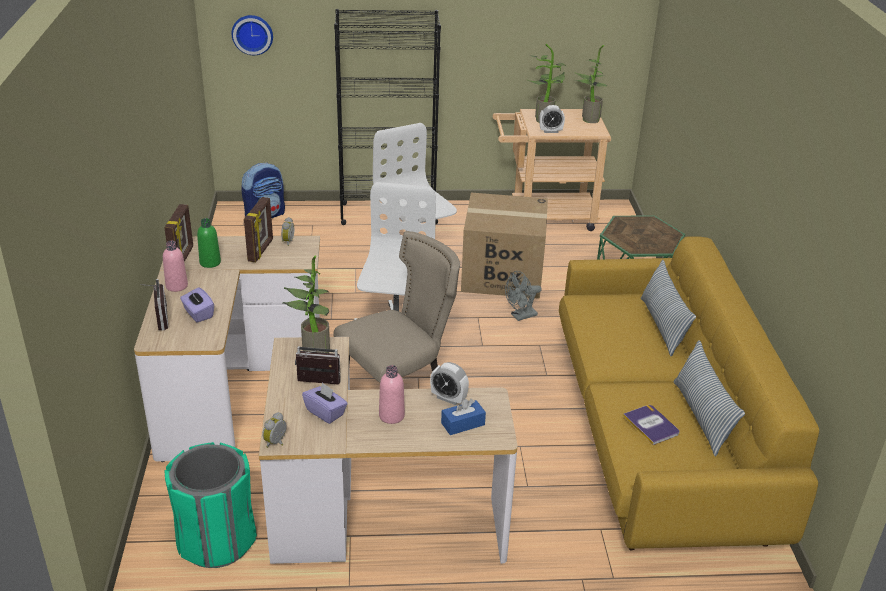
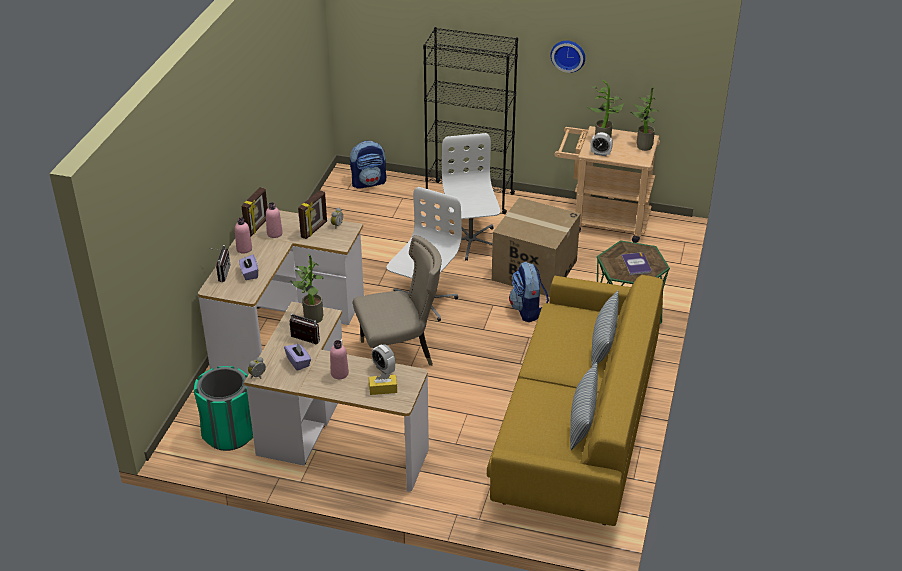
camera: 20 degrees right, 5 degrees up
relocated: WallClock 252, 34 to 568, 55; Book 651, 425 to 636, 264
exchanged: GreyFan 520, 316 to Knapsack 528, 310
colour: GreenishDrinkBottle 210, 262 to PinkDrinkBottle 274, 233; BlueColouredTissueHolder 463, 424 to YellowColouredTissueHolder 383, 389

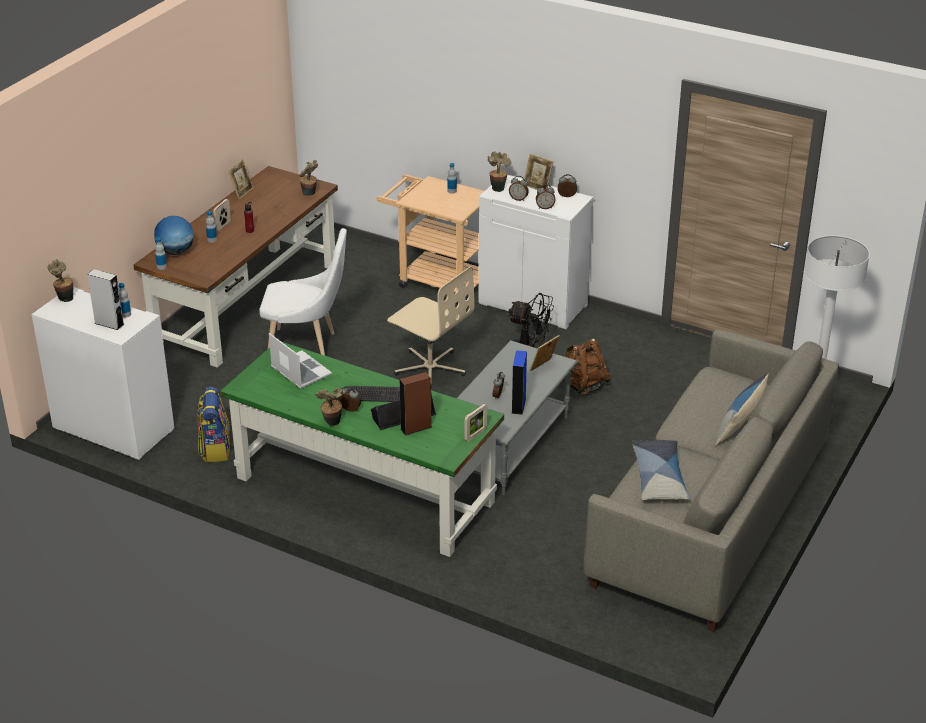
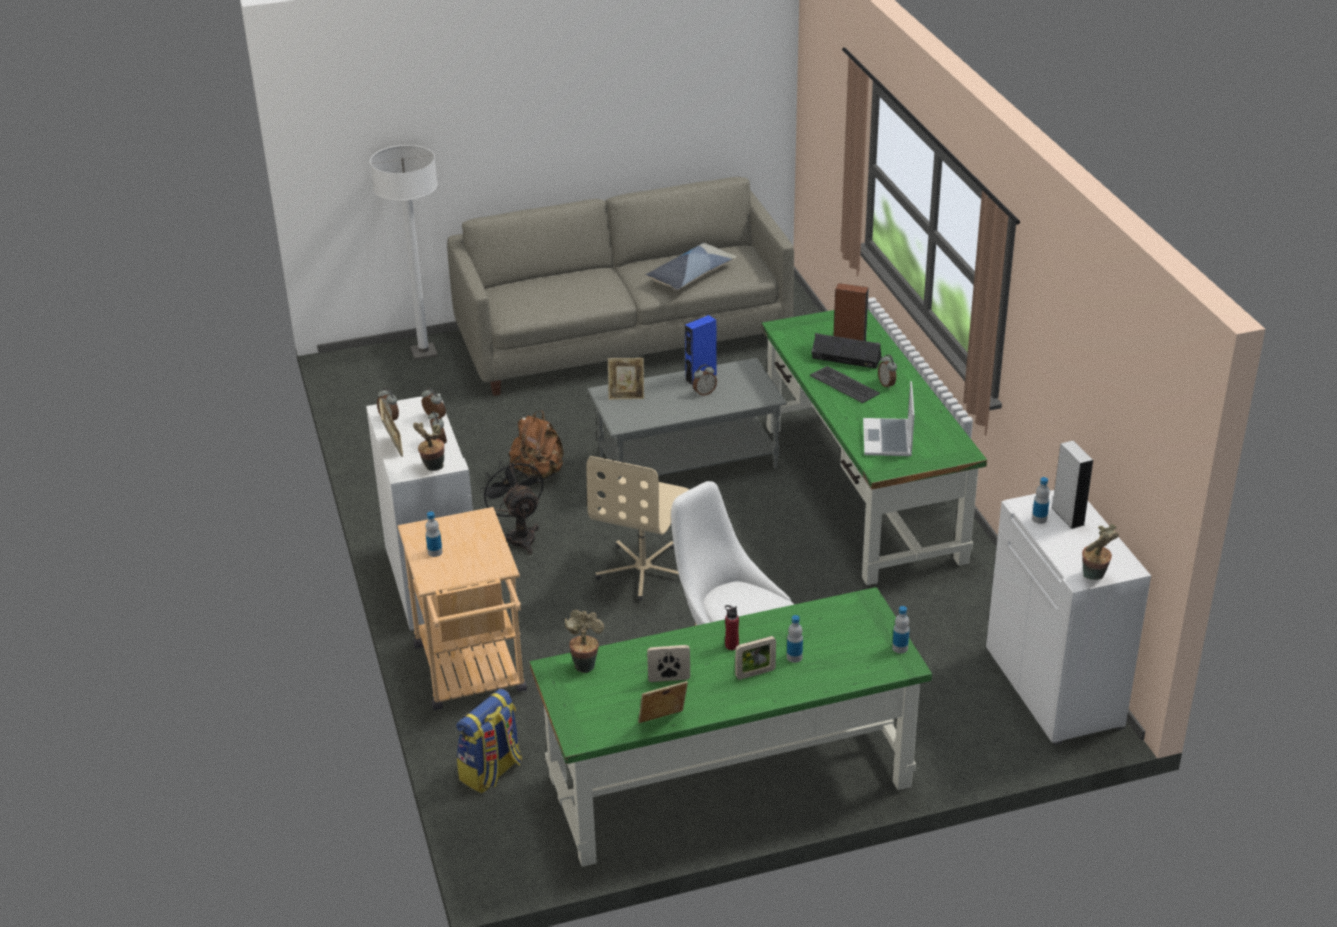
camera: 135 degrees left, 0 degrees up
missing: DeskGlobe 175, 252; Houseplant 331, 423; Pillow 740, 425
relocated: Knapsack 215, 448 to 491, 772; PhotoFrame 475, 435 to 669, 679
colour: BrownDeskTable 247, 303 to GreenishDeskTable 728, 782
spun: BeigeColouredComputerChair 430, 368 = 644, 570 150 degrees counterclockwise

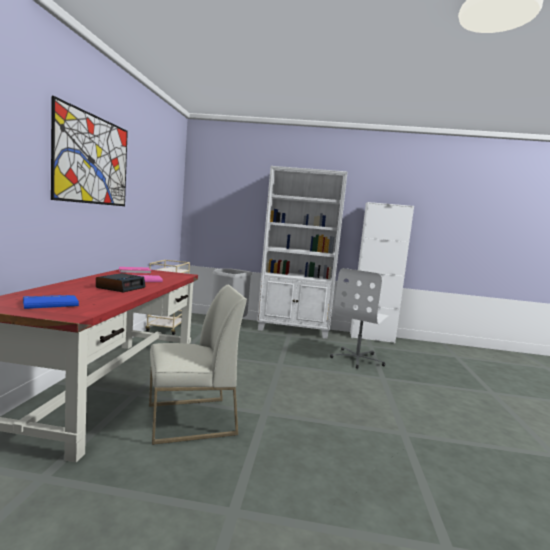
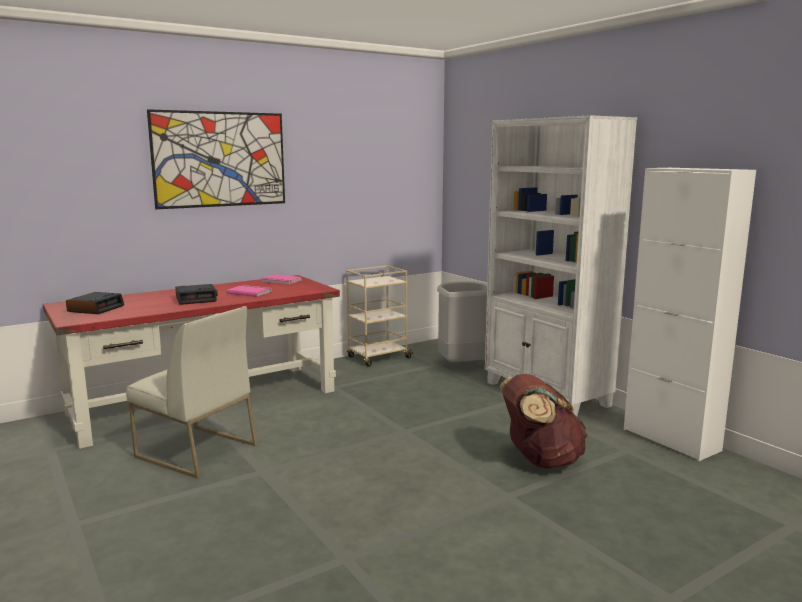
camera: 50 degrees right, 5 degrees up
exchanged: BlueColouredBook 50, 303 to BedsideClock 96, 308; WhiteColouredComputerChair 357, 359 to BrownKnapsack 540, 460

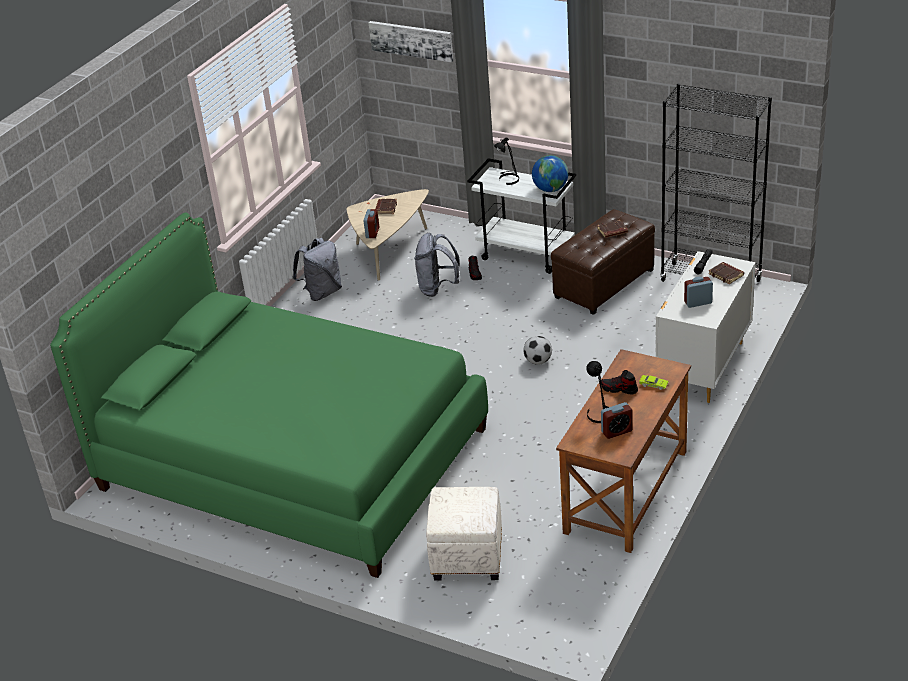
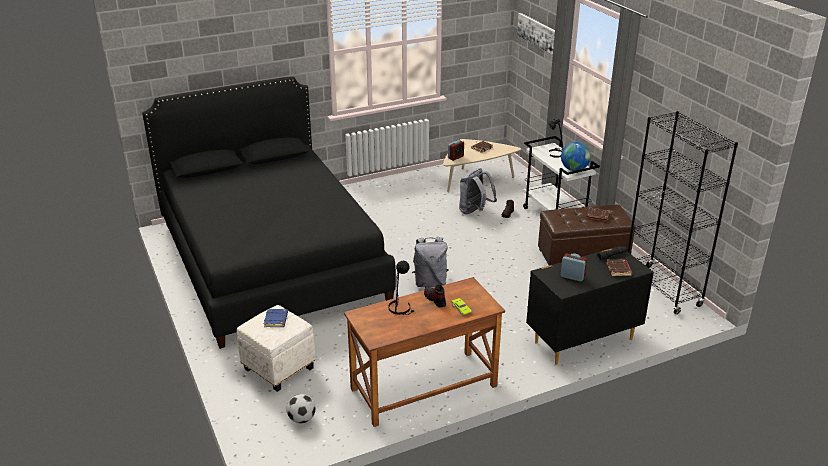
camera: 35 degrees right, 5 degrees down
missing: BedsideClock 616, 431
appeared: BlueColouredBook 276, 320
relocated: GreyKnapsack 322, 292 to 430, 282; BallForFootball 538, 361 to 302, 419
colour: GreenishSleepingBed 292, 458 to BlackSleepingBed 271, 260; WhiteColouredChestOfDrawers 703, 368 to BlackChestOfDrawers 582, 340

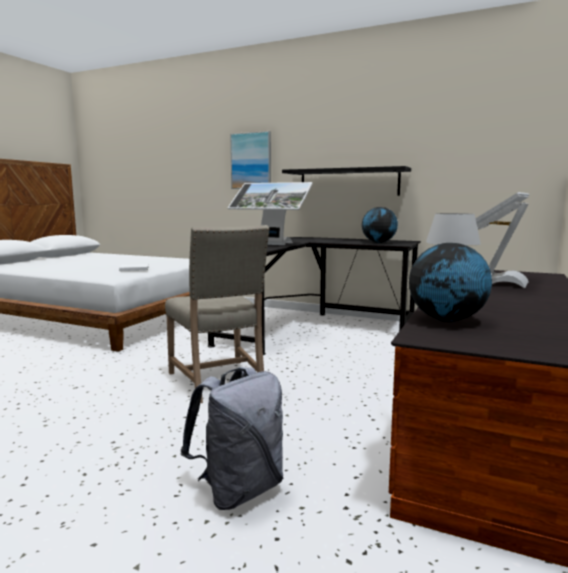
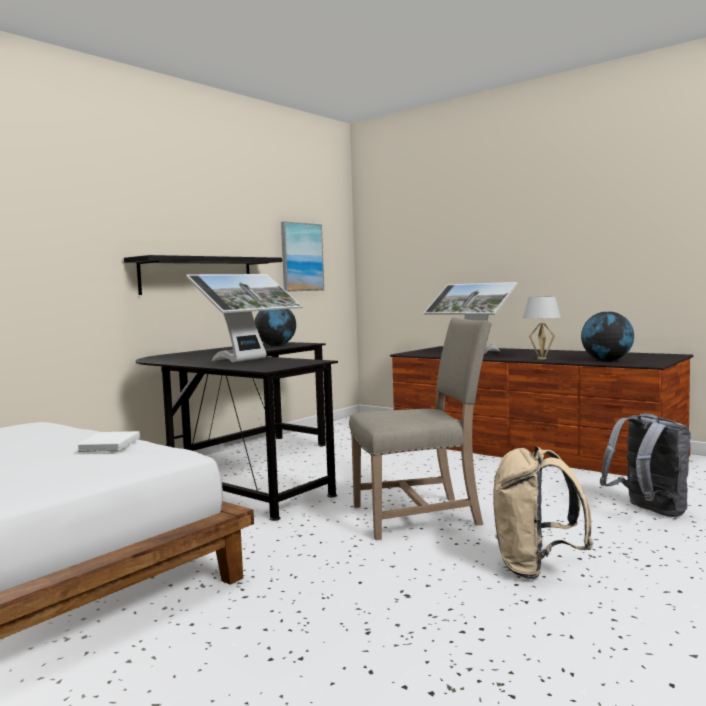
camera: 75 degrees left, 5 degrees down
appeared: BeigeColouredKnapsack 536, 568
relocated: WallPicture 251, 161 to 301, 257

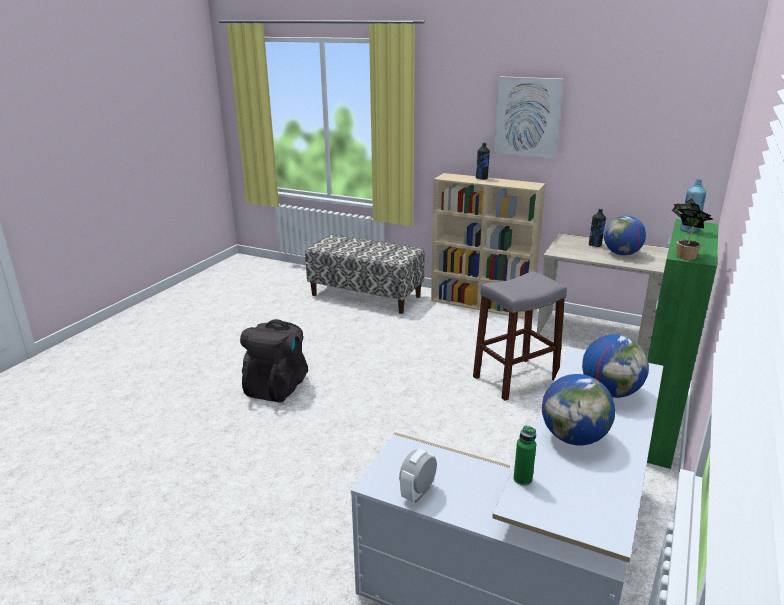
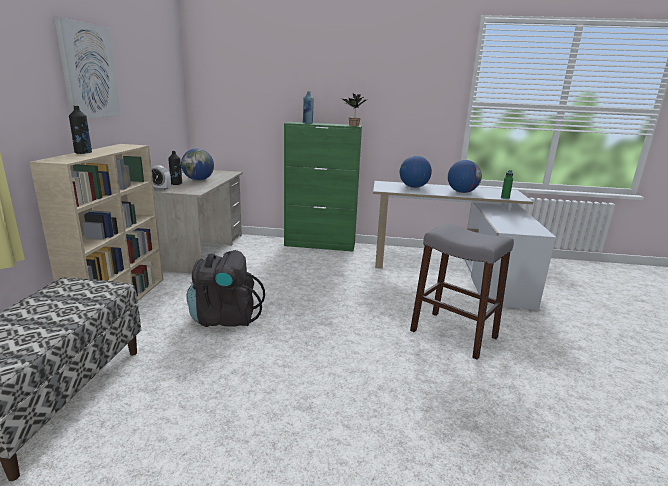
camera: 110 degrees left, 5 degrees down
relocated: BlackKnapsack 277, 386 to 225, 318; BedsideClock 418, 492 to 160, 188; GreyStool 515, 378 to 453, 334

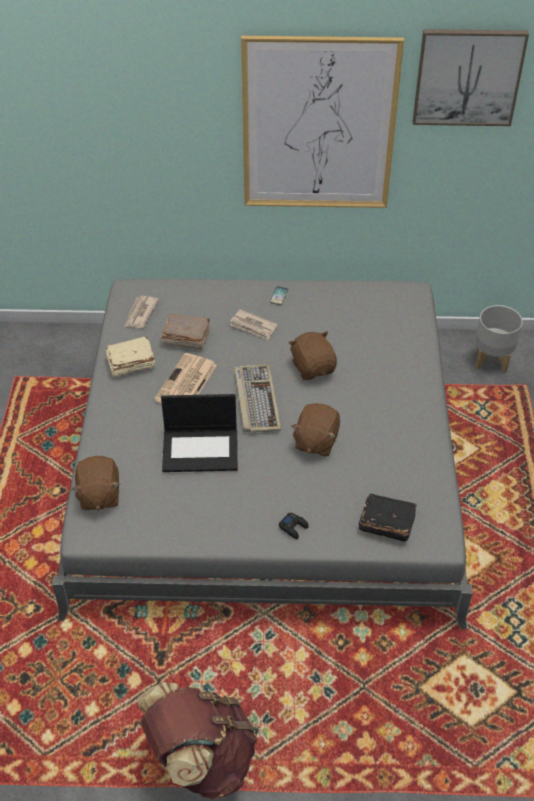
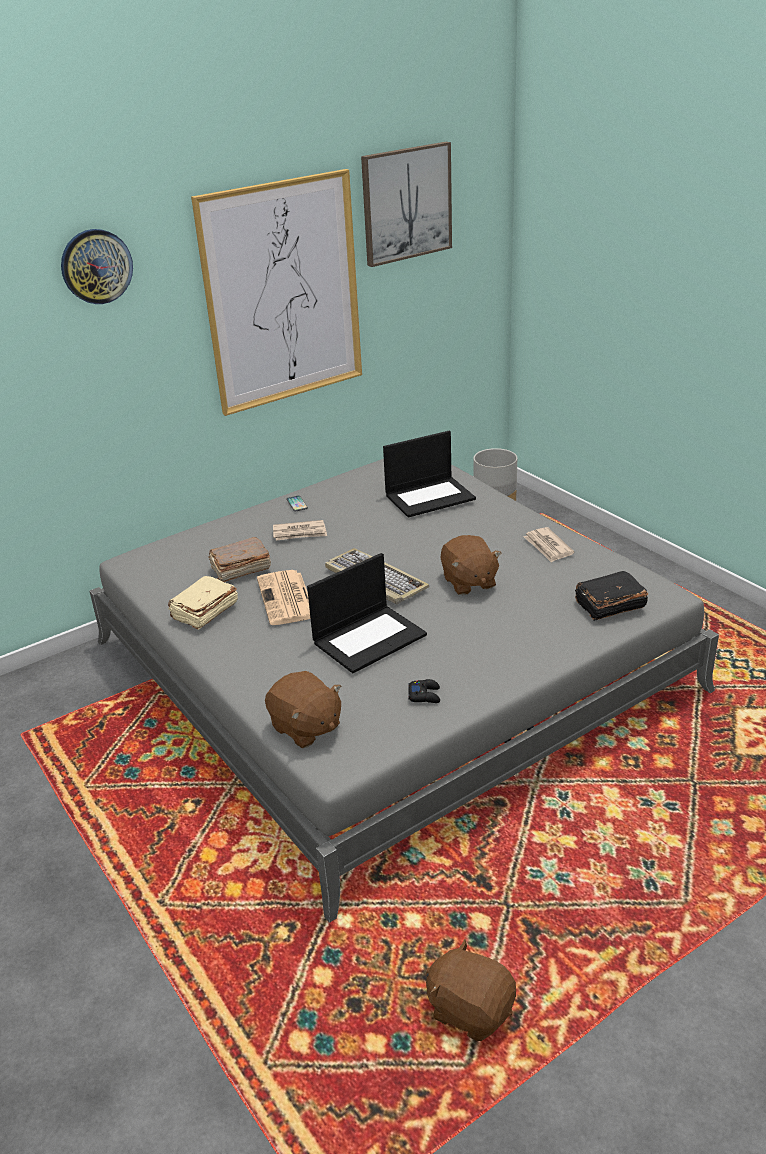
camera: 35 degrees left, 15 degrees down
missing: BrownKnapsack 201, 759
appeared: WallClock 96, 266; NotebookComputer 430, 496
relocated: PrintedPaper 140, 314 to 548, 547; BlackGameController 293, 527 to 424, 695; BrownCuddlyToy 313, 367 to 470, 1009

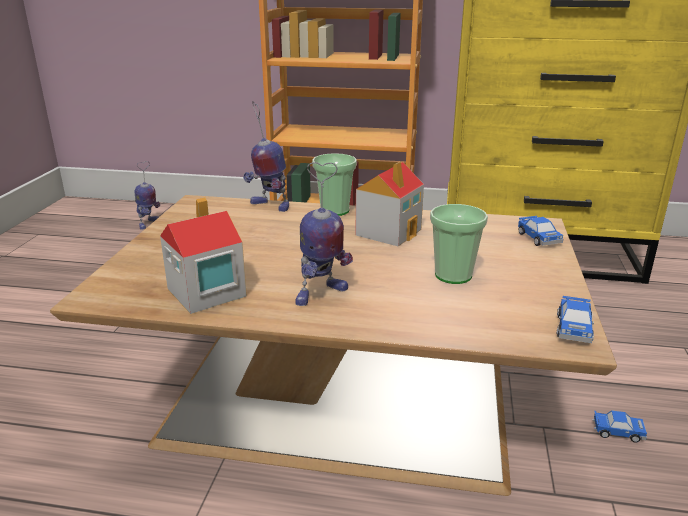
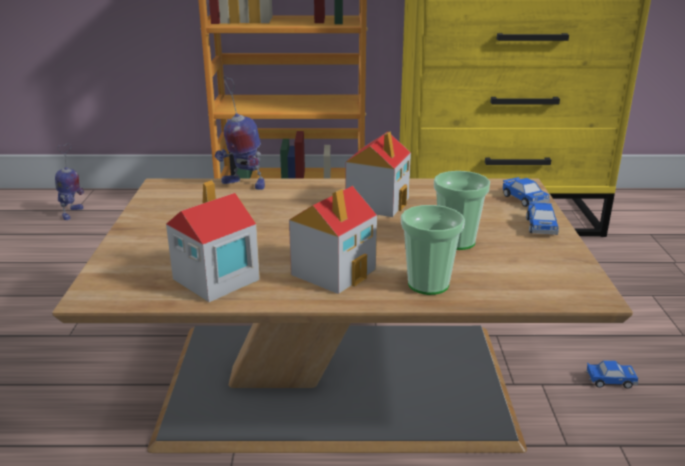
camera: 10 degrees left, 0 degrees up
relocated: Cup 334, 210 to 428, 284; ModelCar 573, 328 to 541, 226
exchanged: RobotFigure 320, 294 to ModelHouse 334, 271

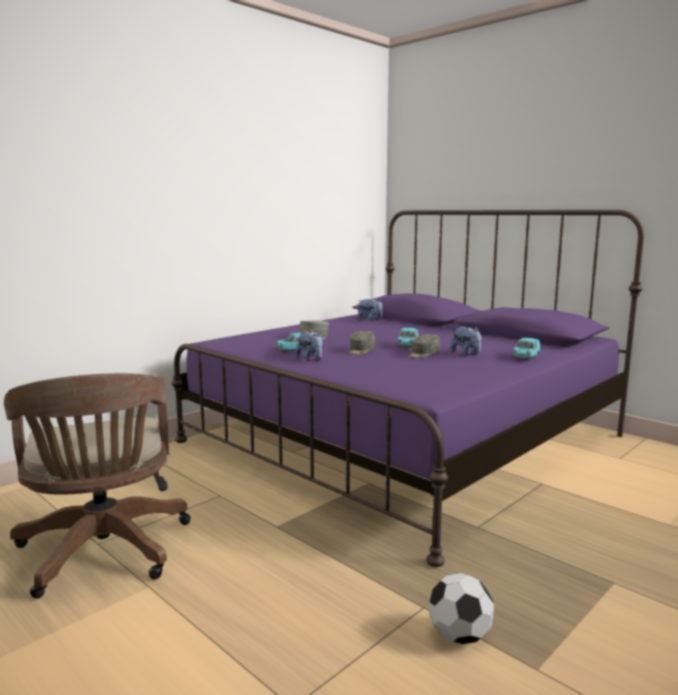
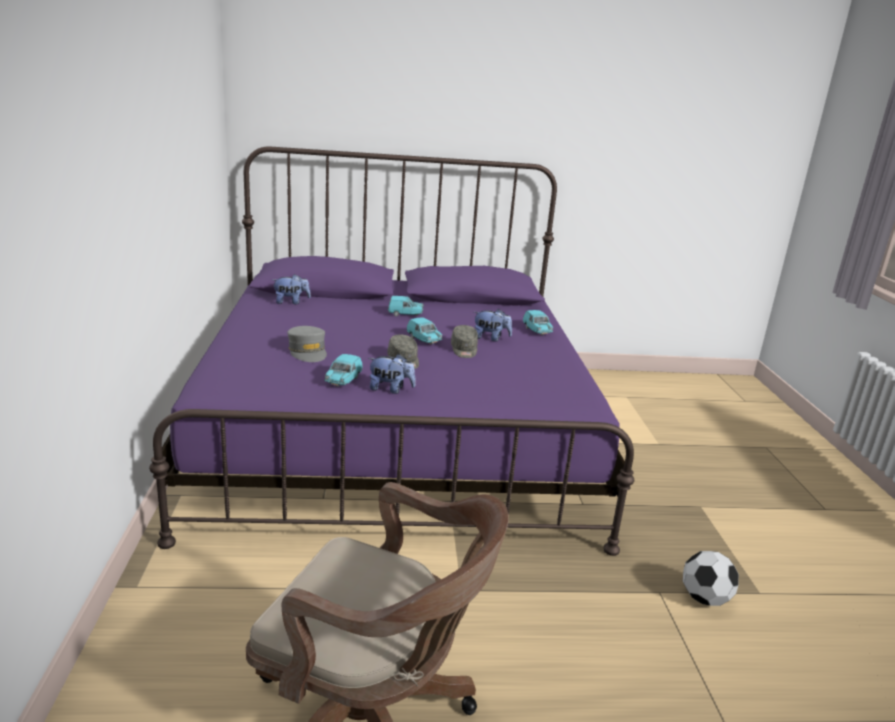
camera: 50 degrees left, 10 degrees up
appeared: TurquoiseModelCar 405, 314

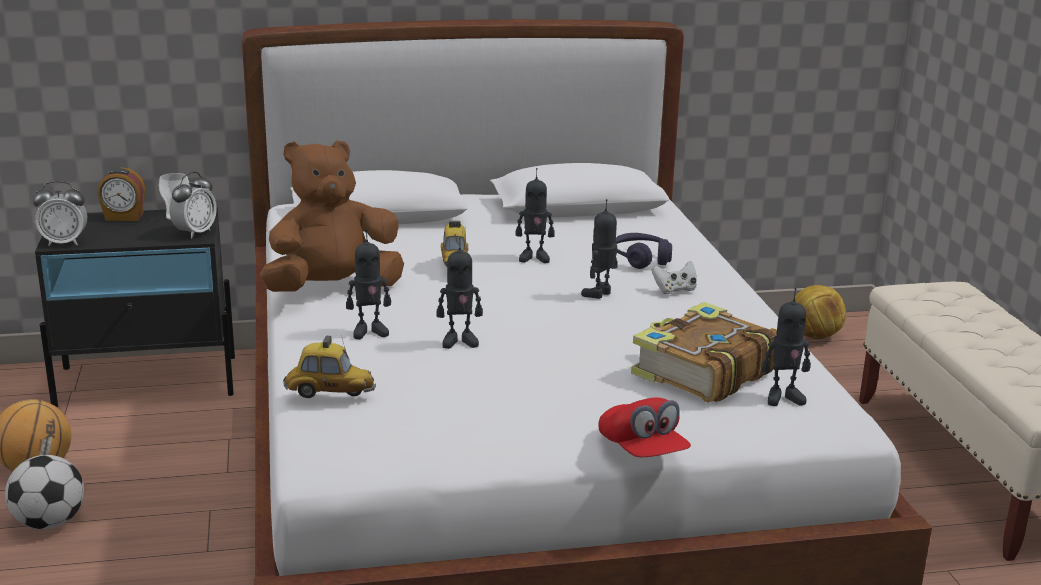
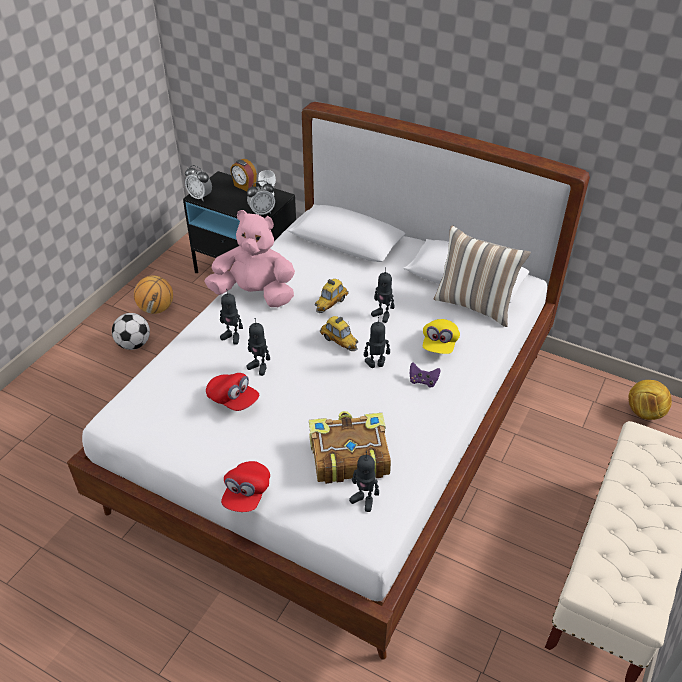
camera: 40 degrees right, 20 degrees up
appeared: RedColouredPeakedCap 233, 400; Pillow 475, 305
relocated: ModelCar 329, 393 to 339, 342
exchanged: PurpleColouredHeadset 641, 259 to YellowColouredPeakedCap 439, 344
colour: BrownCuddlyToy 332, 289 to PinkCuddlyToy 255, 294; WhiteColouredGameController 675, 290 to PurpleColouredGameController 423, 381

